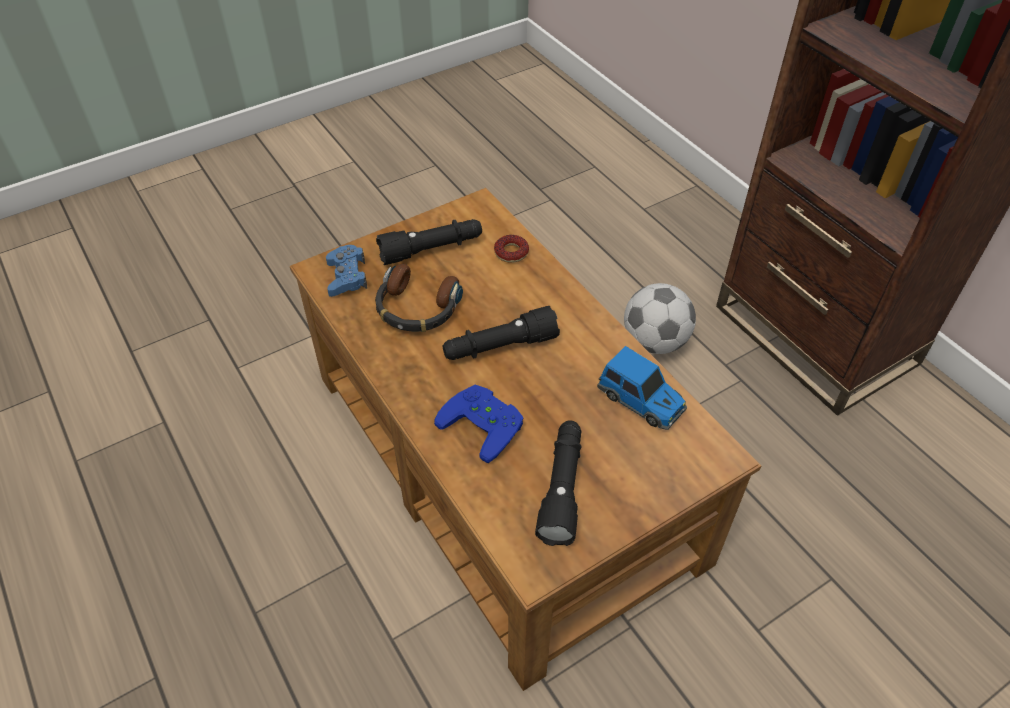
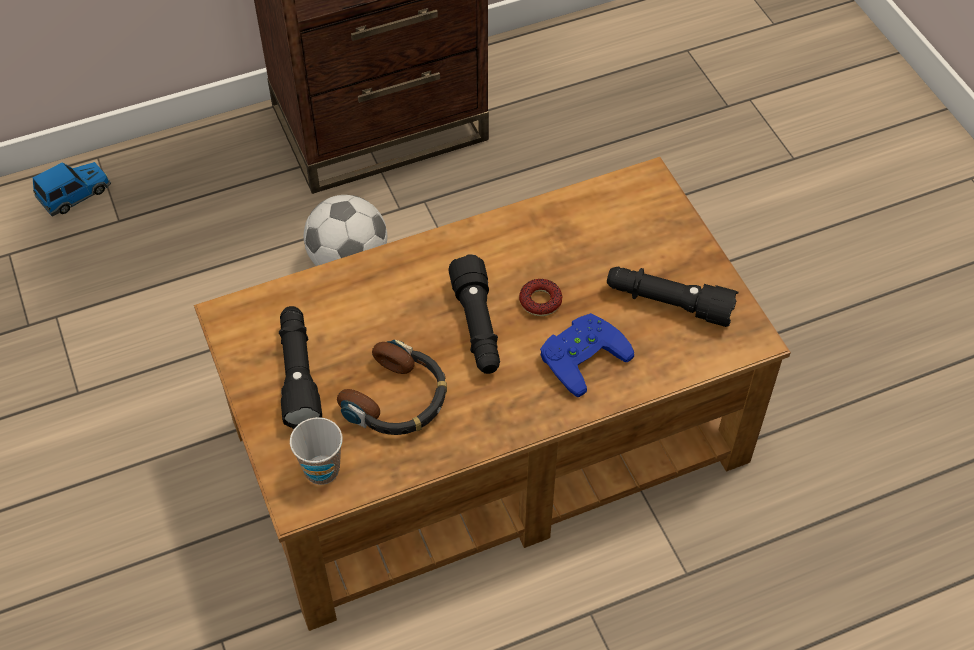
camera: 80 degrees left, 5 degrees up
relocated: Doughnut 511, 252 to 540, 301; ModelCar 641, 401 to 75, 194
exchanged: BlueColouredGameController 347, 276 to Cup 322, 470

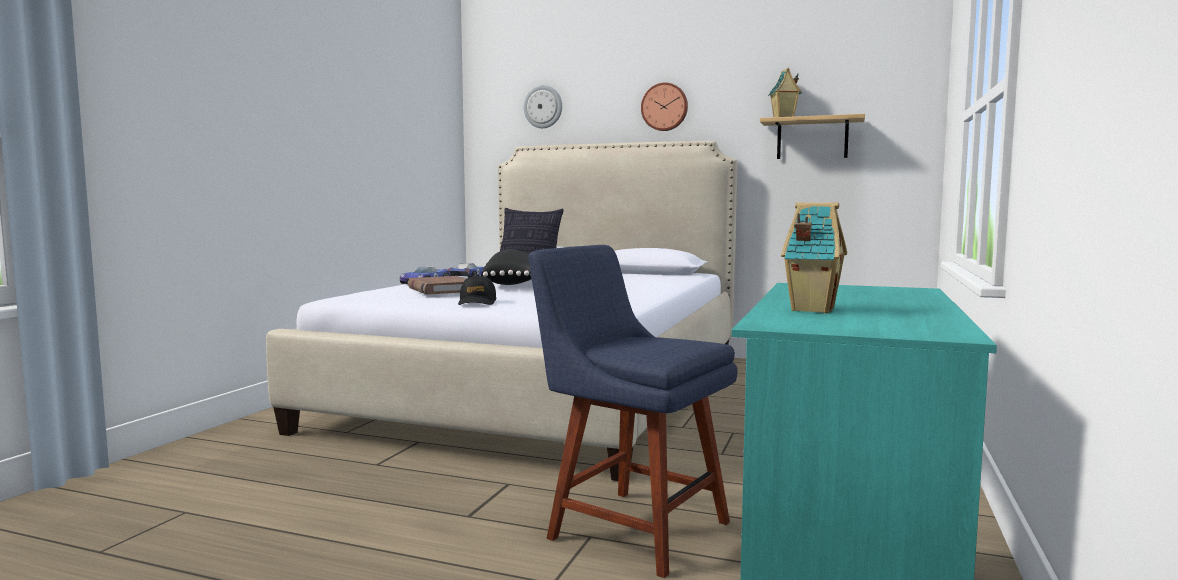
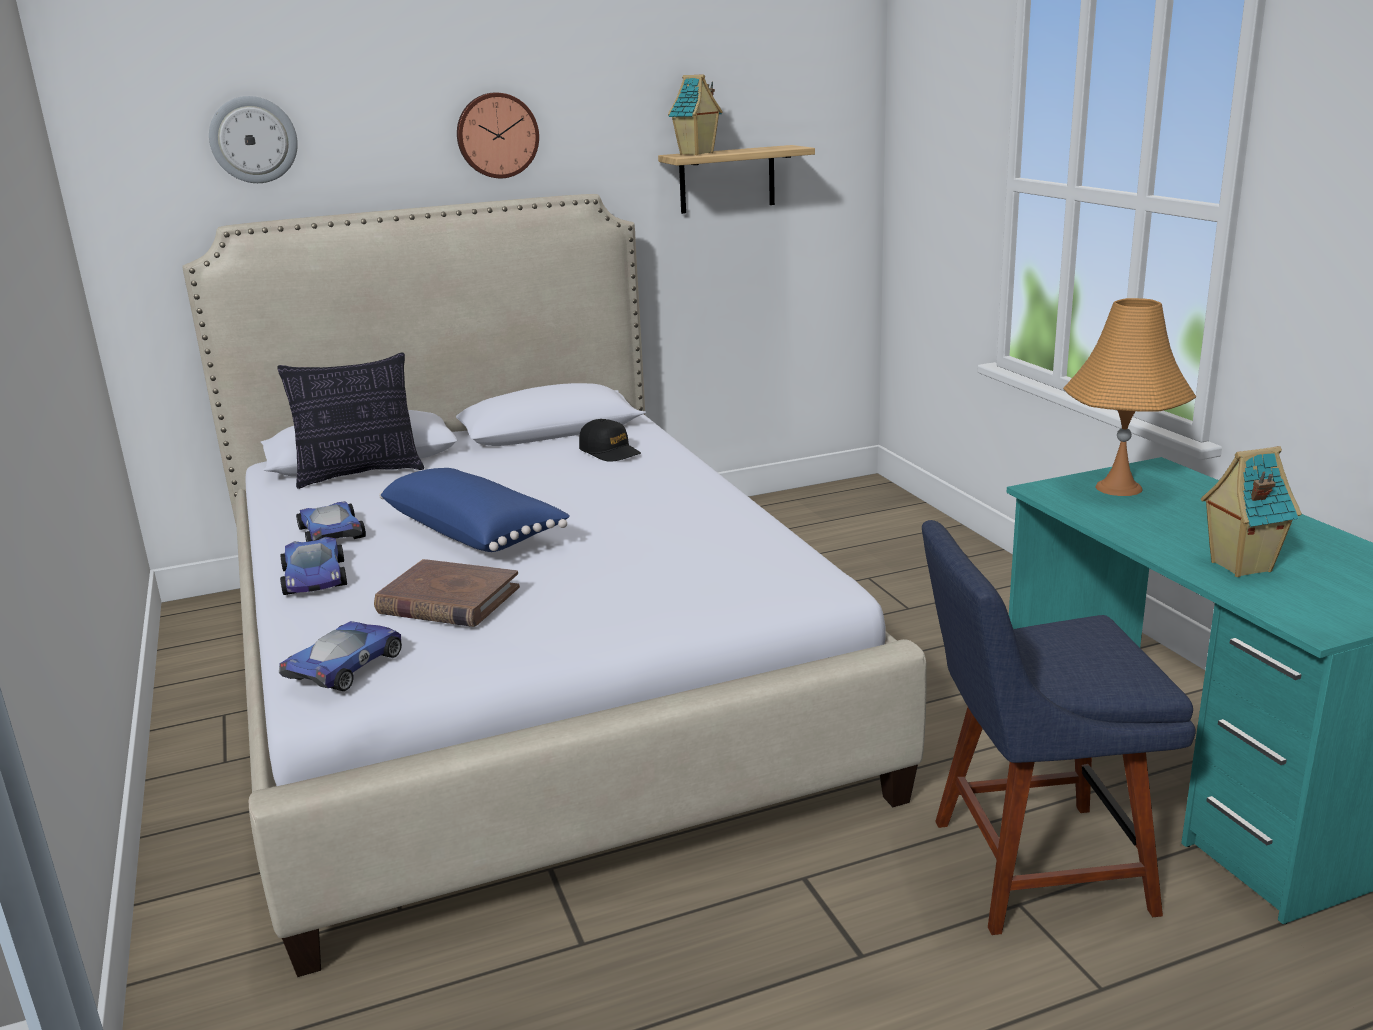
camera: 40 degrees left, 15 degrees up
appeared: ModelCar 346, 665; OrangeColouredTableLamp 1118, 488
relocated: BlackPeakedCap 477, 302 to 610, 452
colour: BlackPillow 515, 283 to BlueColouredPillow 474, 532

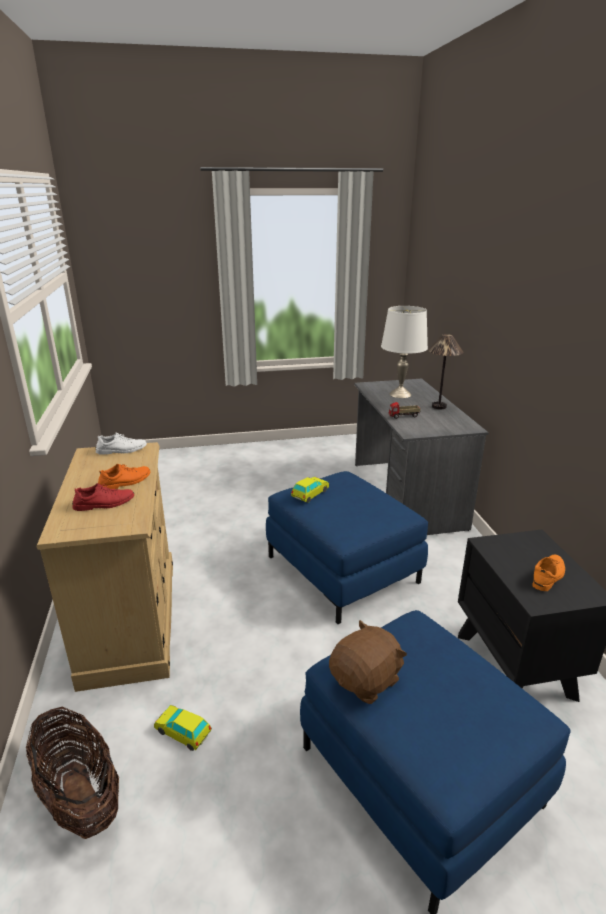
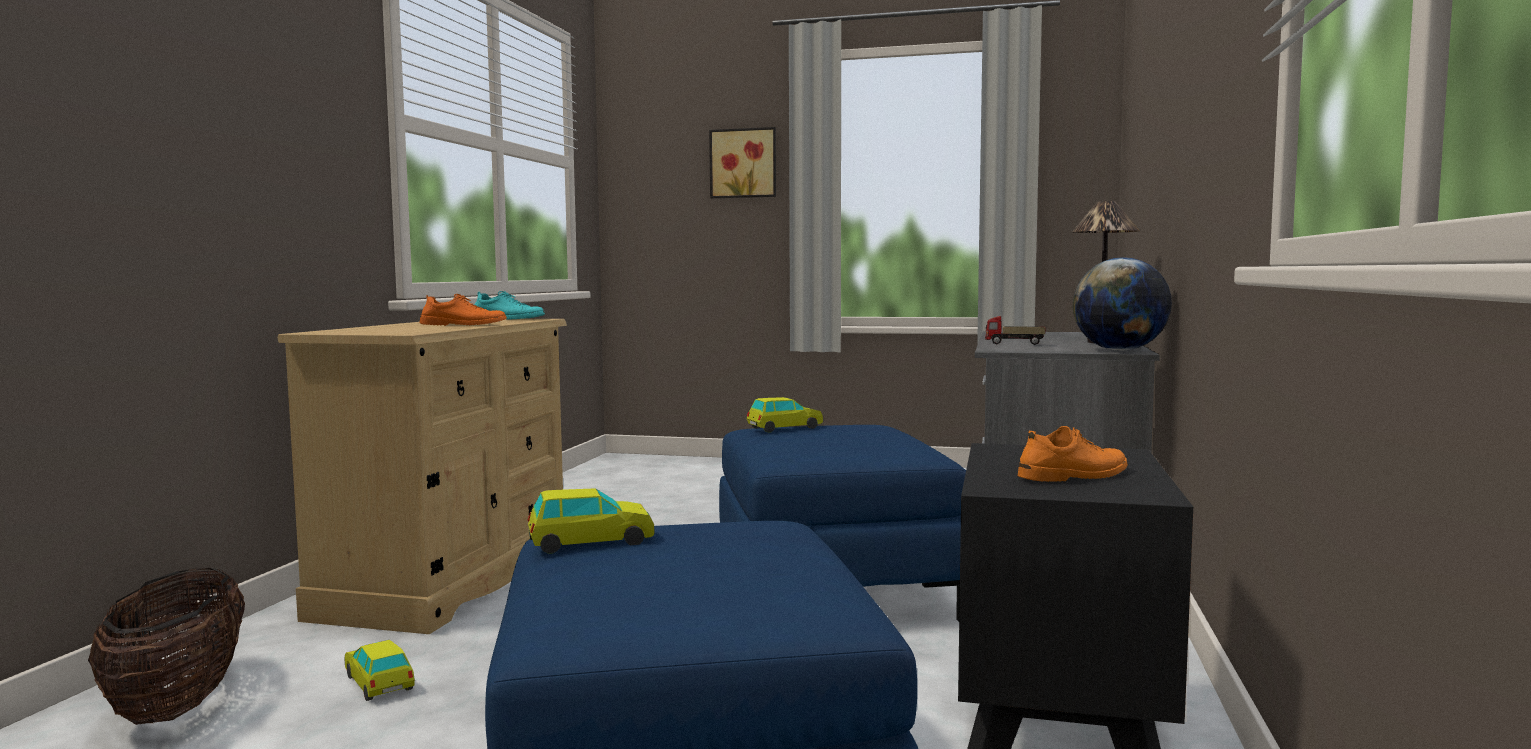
camera: 25 degrees right, 20 degrees down
missing: RedColouredLowShoe 104, 503; WhiteColouredTableLamp 400, 394
appeared: WallPicture 743, 163; DeskGlobe 1120, 350
exchanged: BrownCuddlyToy 366, 680 to ModelCar 591, 542
colour: WhiteColouredLowShoe 121, 450 to TurquoiseLowShoe 508, 319

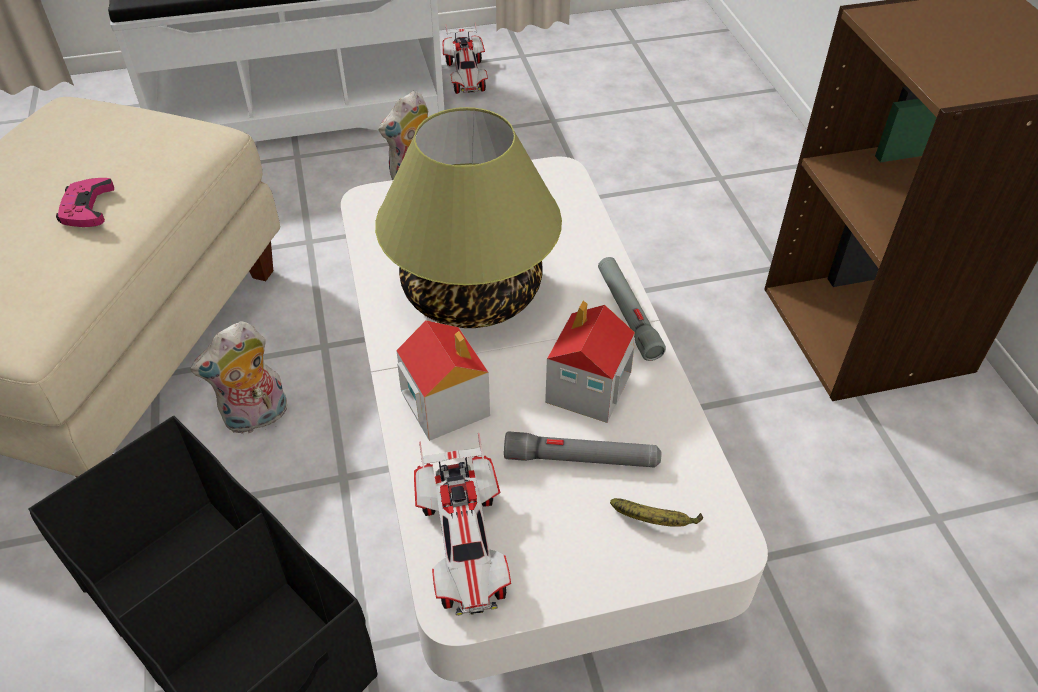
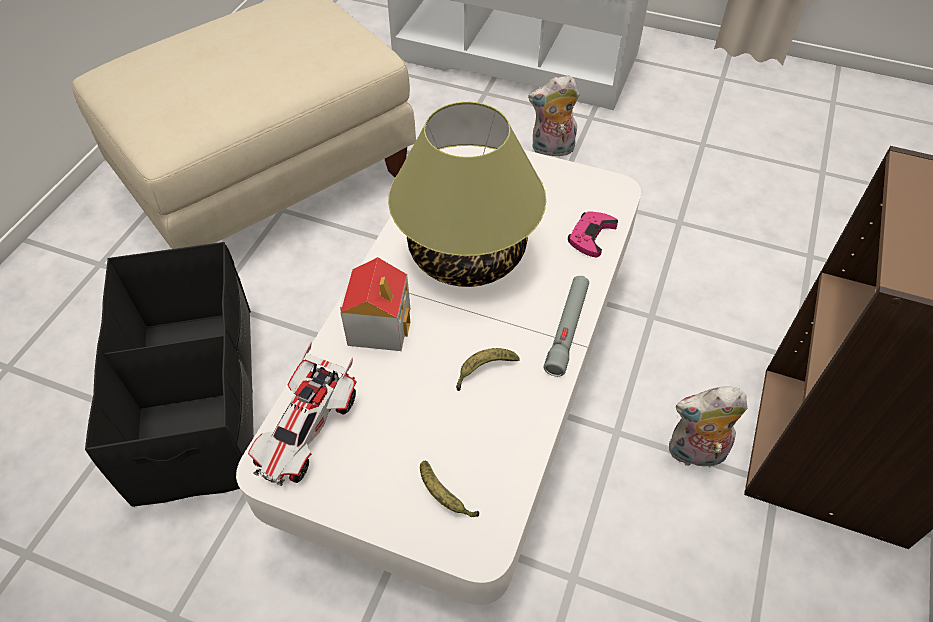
camera: 35 degrees right, 5 degrees up
missing: ModelCar 466, 76; GreyTorch 581, 459
relocated: PinkGameController 87, 208 to 591, 236; CuddlyToy 256, 418 to 695, 454
exchanged: ModelHouse 587, 390 to WholeBanana 484, 371

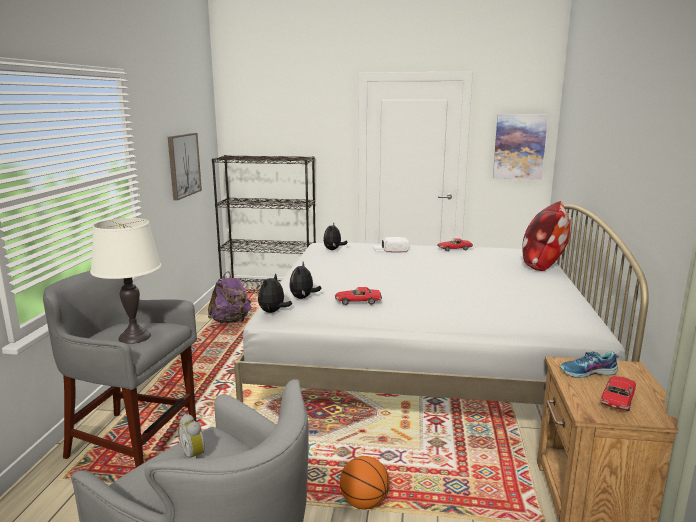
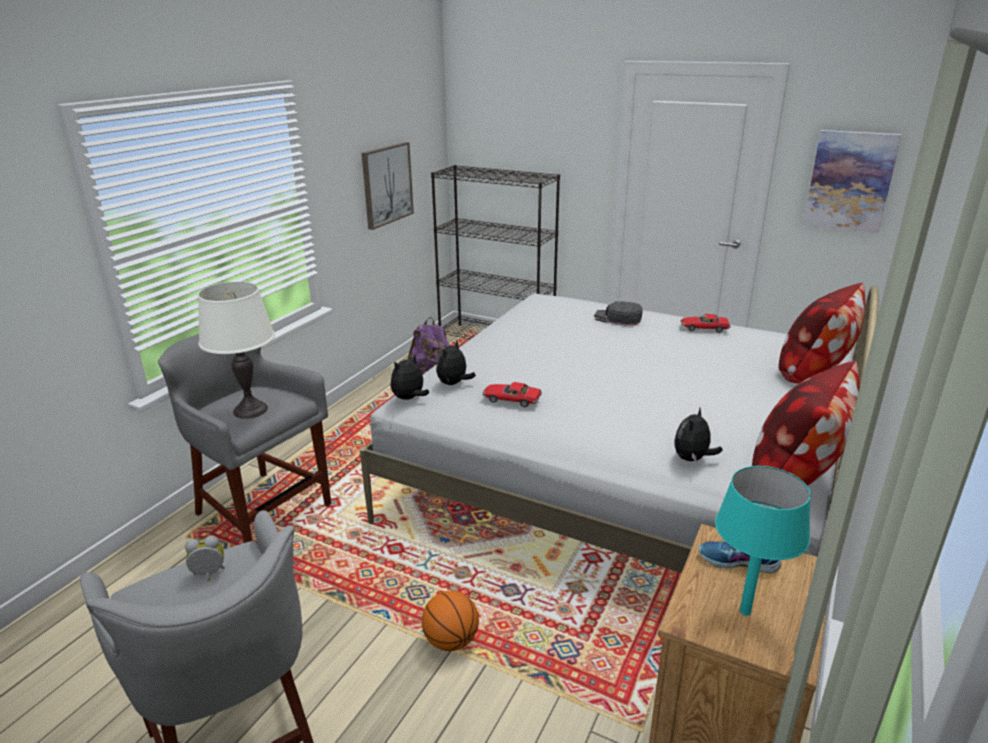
camera: 20 degrees right, 10 degrees up
appeared: Pillow 797, 474
relocated: CuddlyToy 333, 249 to 692, 459
exchanged: ModelCar 618, 399 to TurquoiseTableLamp 744, 611
colour: WhiteColouredPeakedCap 391, 249 to BlackPeakedCap 618, 318
spun: BedsideClock 195, 456 = 209, 575 90 degrees clockwise

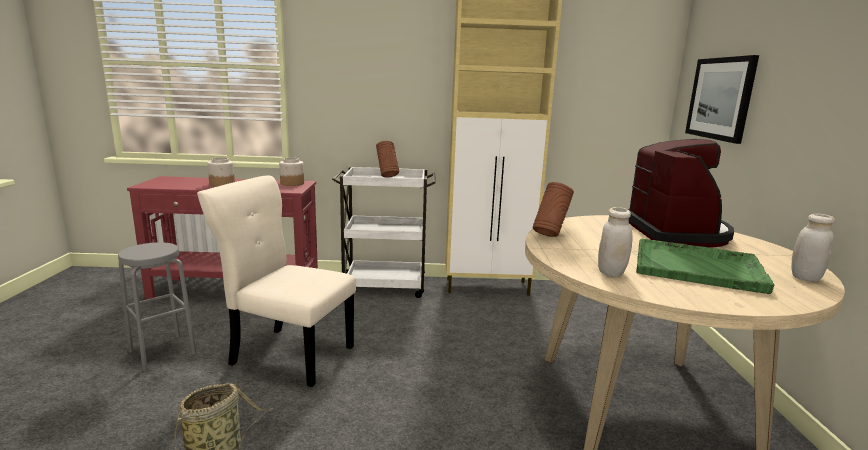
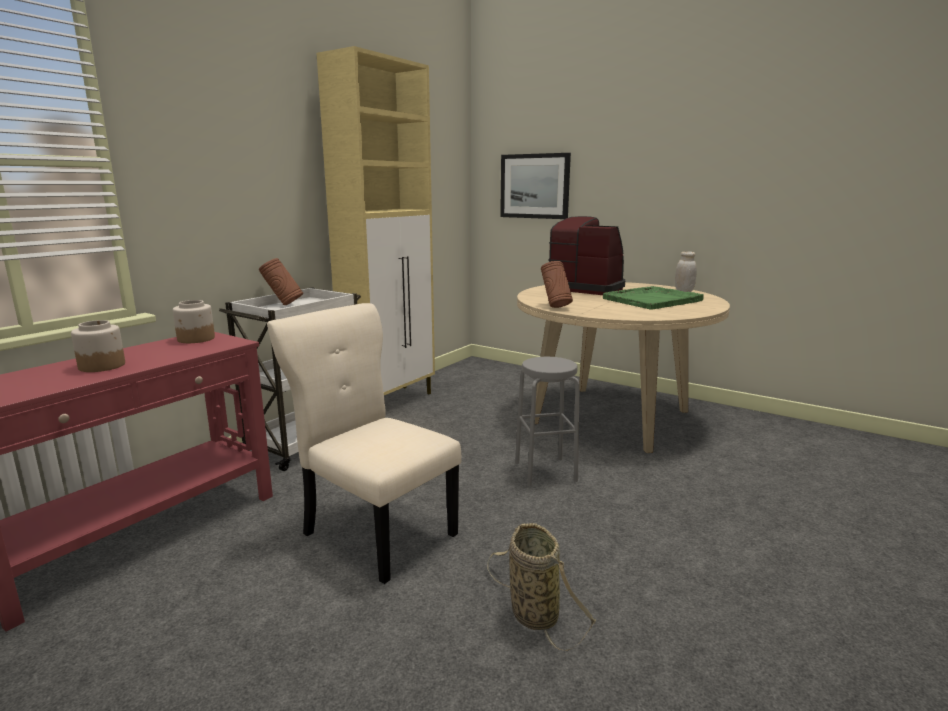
camera: 55 degrees left, 0 degrees up
missing: WhiteColouredPreserveJar 611, 272
relocated: GreyStool 162, 352 to 545, 471
spun: BeigeColouredPlainChair 289, 354 = 376, 532 75 degrees clockwise

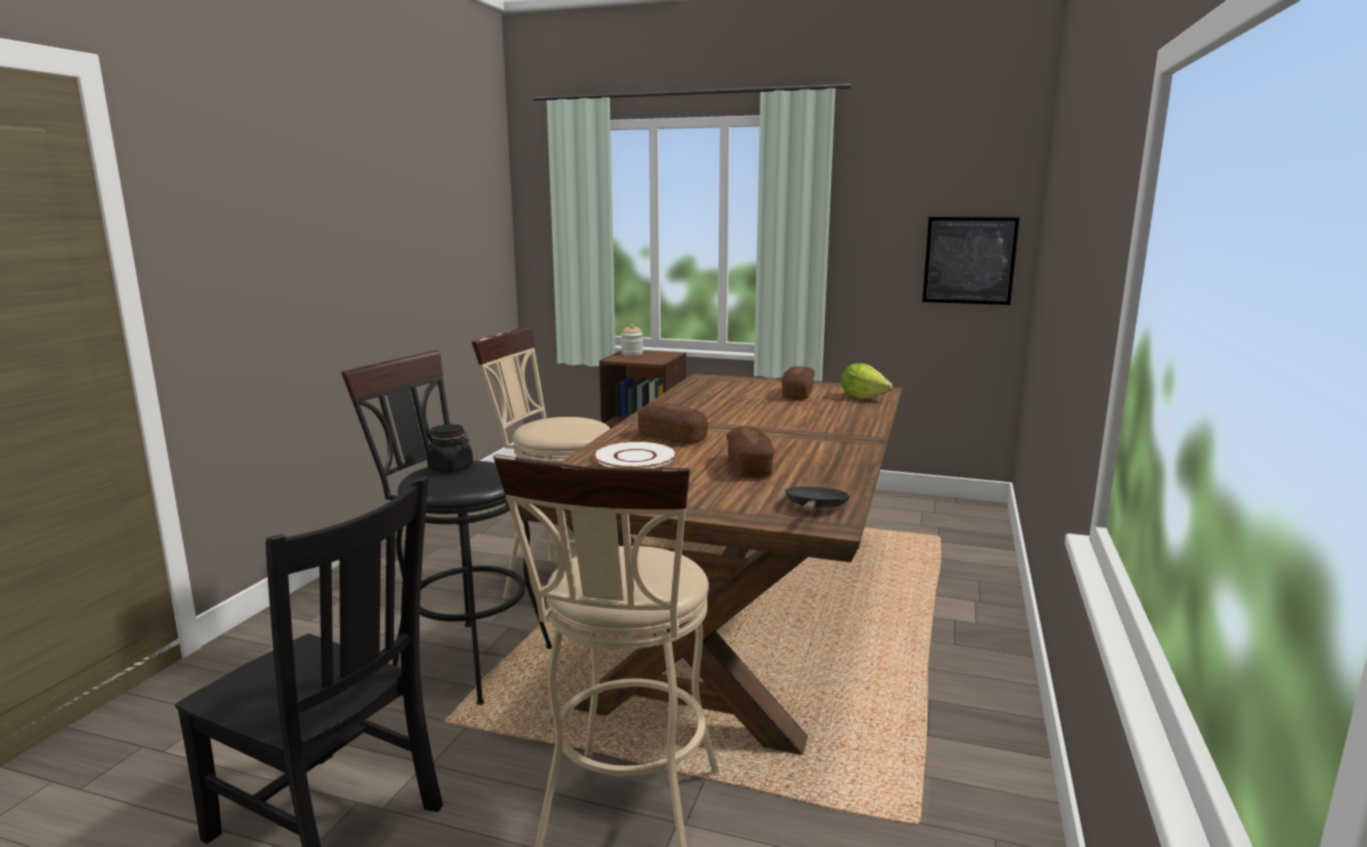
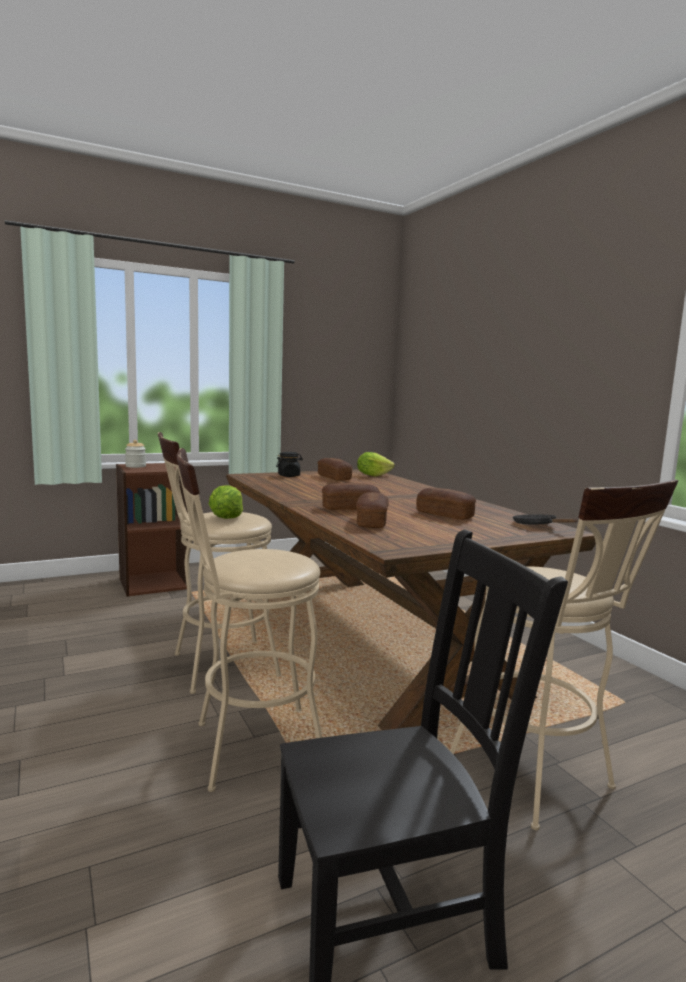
camera: 45 degrees left, 5 degrees down
missing: WallPicture 969, 260
appeared: Lettuce 226, 518
relocated: BlackPreserveJar 451, 468 to 289, 475
exchanged: WhiteColouredFlatDish 635, 457 to BakeryBread 371, 522
colour: BlackStool 462, 658 to BeigeColouredStool 246, 748

